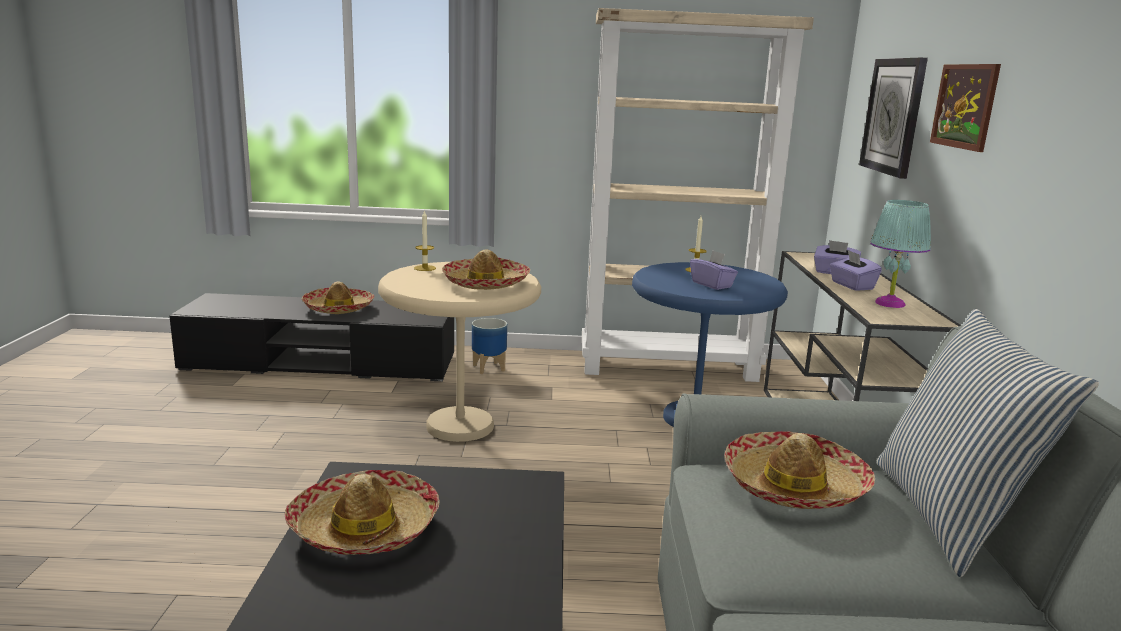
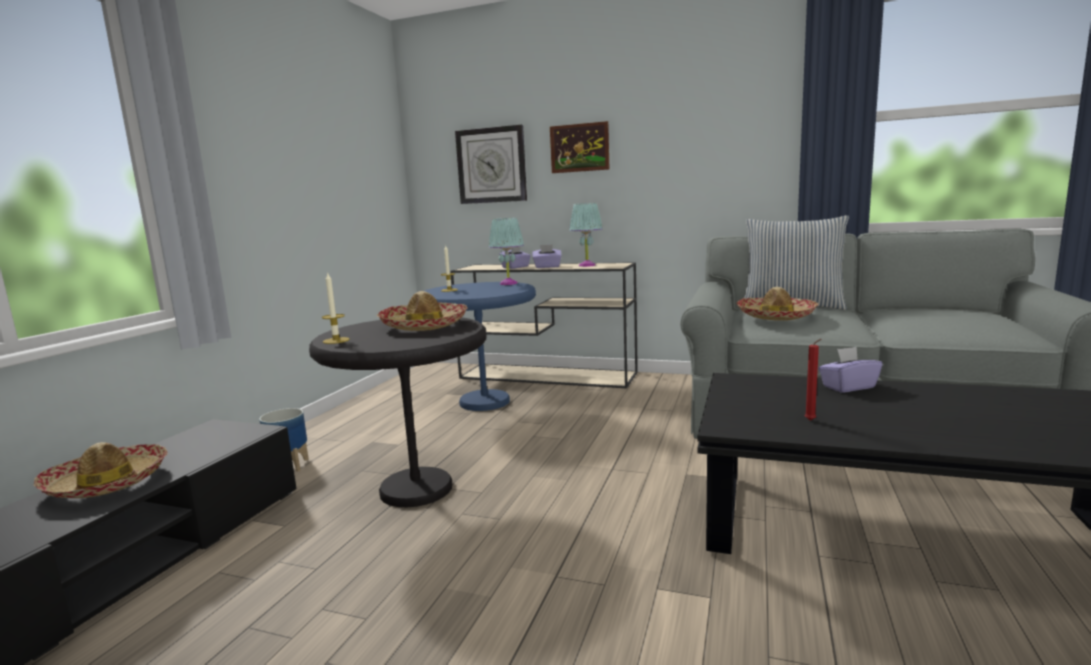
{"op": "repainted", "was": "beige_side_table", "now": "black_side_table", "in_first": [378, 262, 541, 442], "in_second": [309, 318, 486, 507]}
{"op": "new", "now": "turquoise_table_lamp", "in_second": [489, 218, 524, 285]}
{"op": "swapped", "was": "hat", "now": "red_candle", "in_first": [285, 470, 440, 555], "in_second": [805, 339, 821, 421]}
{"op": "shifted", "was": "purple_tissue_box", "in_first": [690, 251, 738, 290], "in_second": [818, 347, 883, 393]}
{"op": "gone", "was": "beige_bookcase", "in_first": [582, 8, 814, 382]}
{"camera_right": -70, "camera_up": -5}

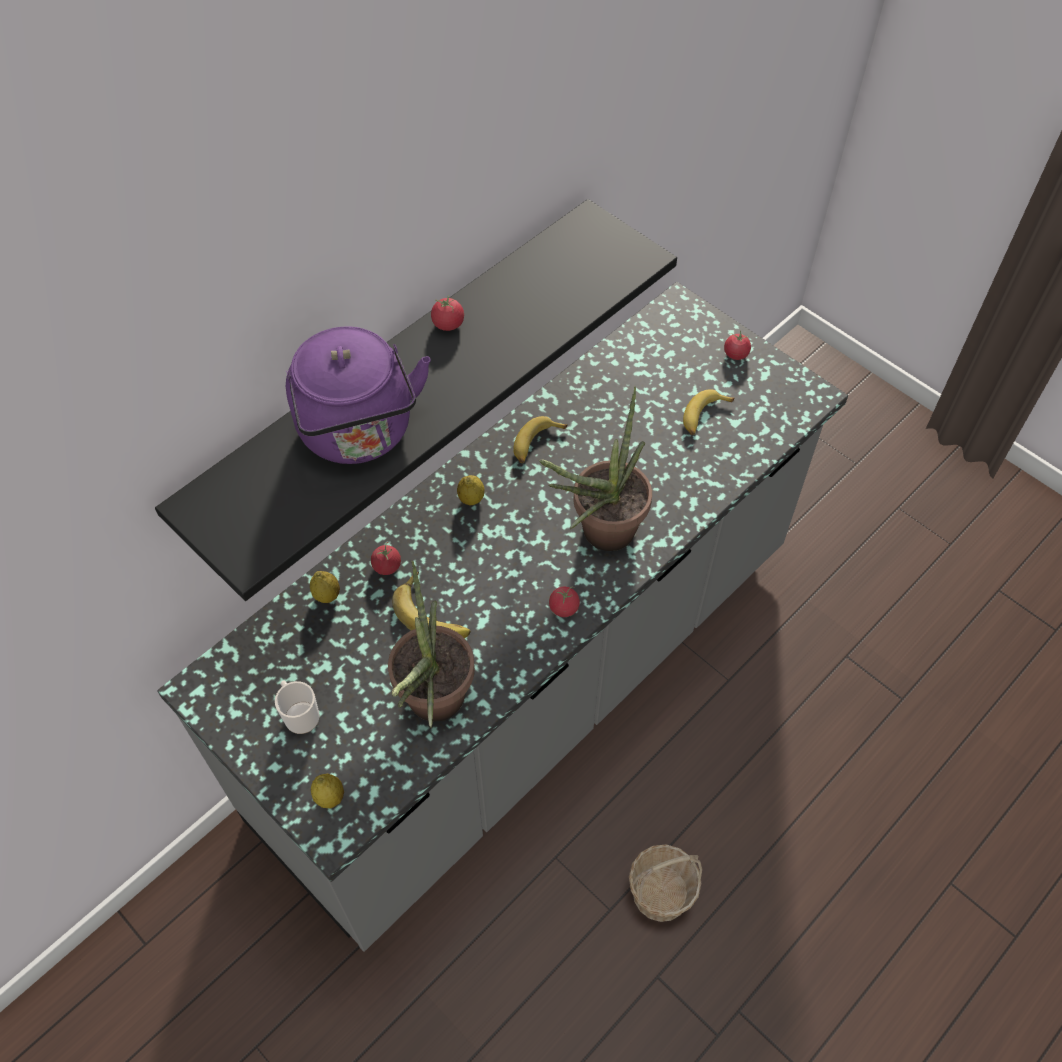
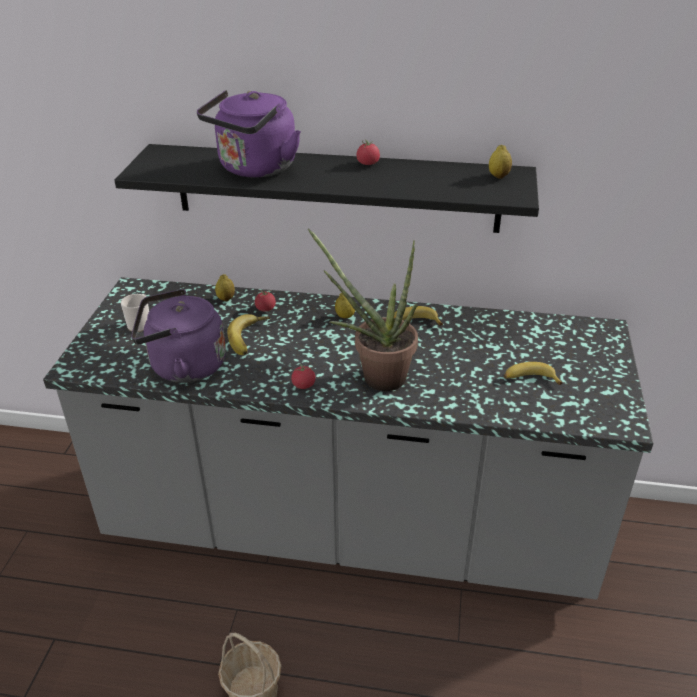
{"op": "swapped", "was": "potted_plant", "now": "purple_kettle", "in_first": [388, 561, 475, 728], "in_second": [131, 289, 226, 383]}
{"op": "shifted", "was": "lemon", "in_first": [311, 774, 344, 808], "in_second": [489, 145, 512, 179]}
{"op": "gone", "was": "tomato", "in_first": [724, 330, 751, 360]}
{"camera_right": 55, "camera_up": -20}

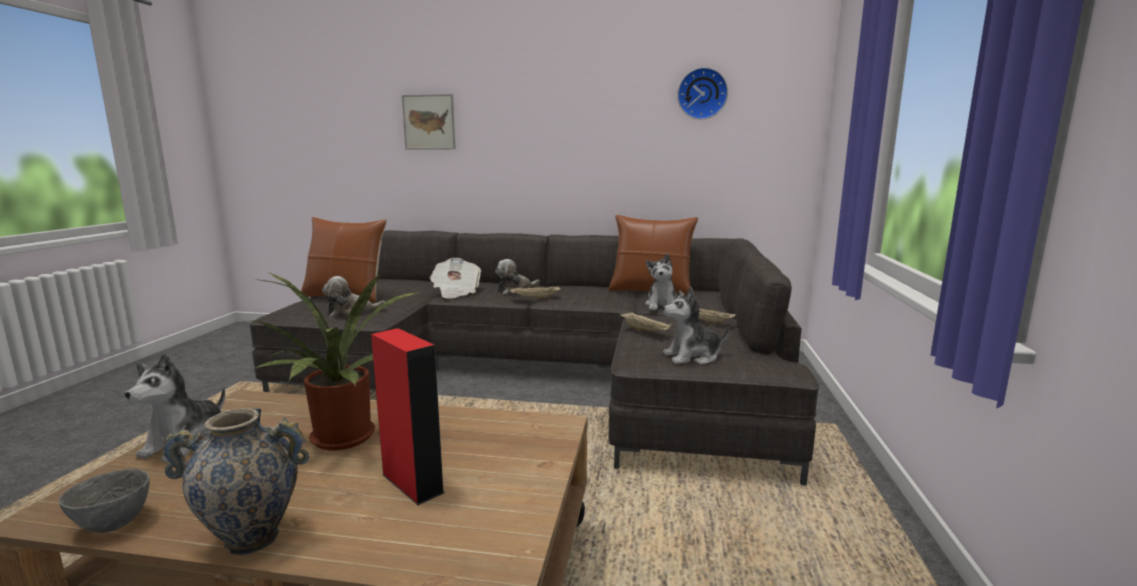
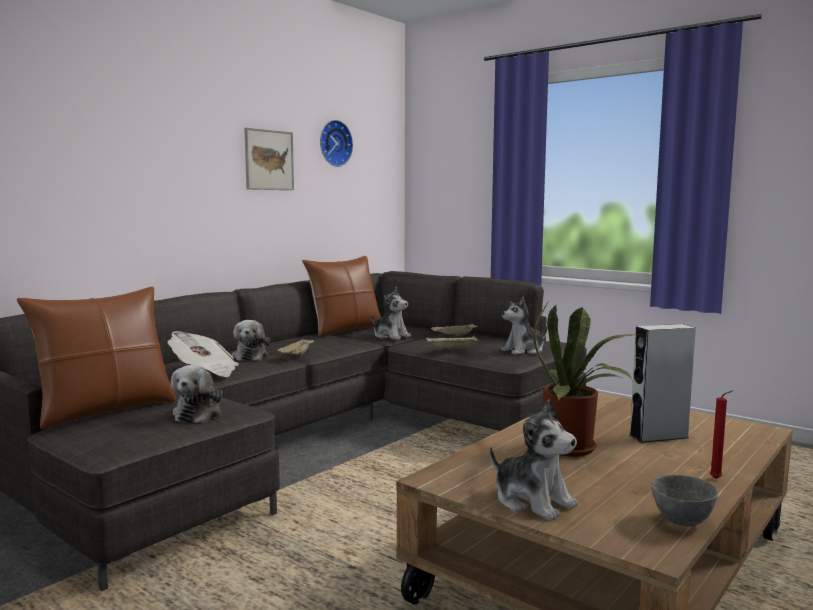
{"op": "shifted", "was": "picture", "in_first": [402, 94, 455, 149], "in_second": [244, 128, 294, 190]}
{"op": "rotated", "was": "plush_toy", "in_first": [663, 287, 729, 365], "in_second": [501, 296, 547, 355], "clockwise": 45}
{"op": "repainted", "was": "red_speaker", "now": "grey_speaker", "in_first": [371, 328, 445, 505], "in_second": [629, 324, 696, 443]}
{"op": "swapped", "was": "vase", "now": "red_candle", "in_first": [162, 408, 309, 555], "in_second": [710, 390, 733, 479]}
{"camera_right": -60, "camera_up": -5}

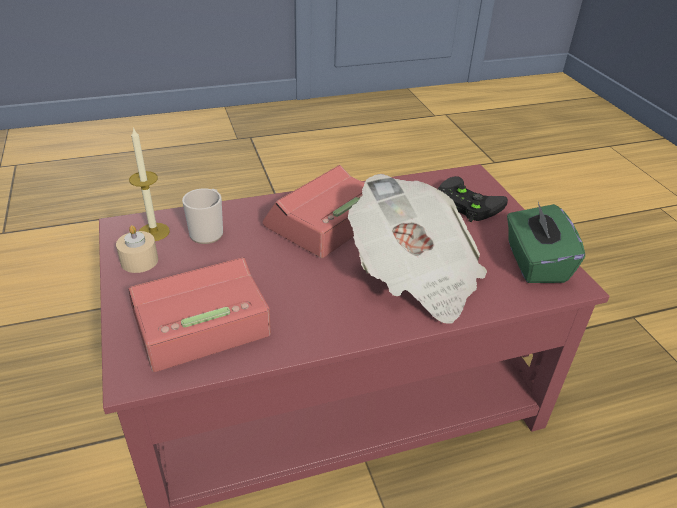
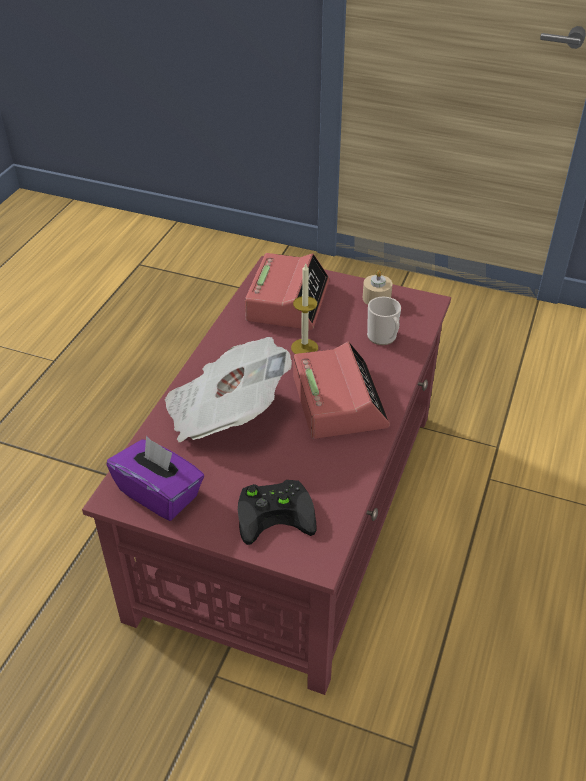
{"op": "repainted", "was": "green_tissue_box", "now": "purple_tissue_box", "in_first": [507, 202, 585, 283], "in_second": [106, 436, 204, 521]}
{"op": "shifted", "was": "candle", "in_first": [129, 127, 170, 241], "in_second": [291, 264, 318, 354]}
{"camera_right": 130, "camera_up": 5}

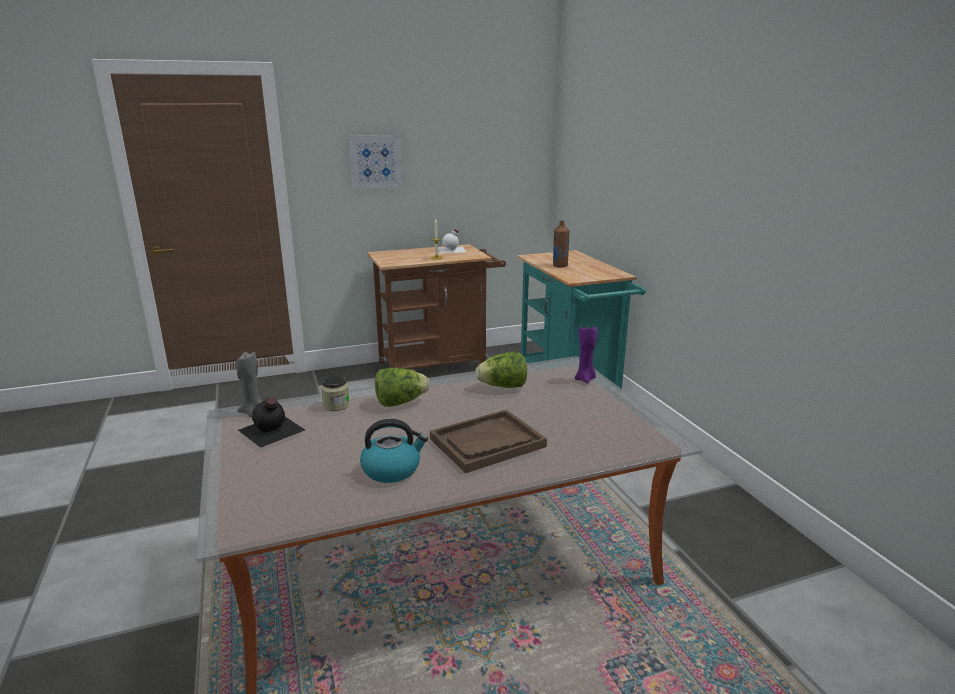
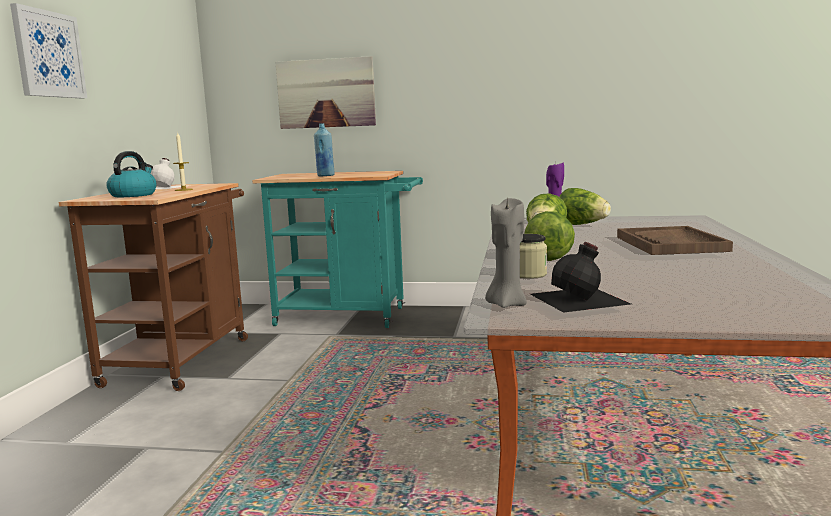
{"op": "shifted", "was": "kettle", "in_first": [360, 419, 428, 483], "in_second": [106, 151, 157, 197]}
{"op": "new", "now": "picture", "in_second": [275, 56, 376, 129]}
{"op": "repainted", "was": "brown_bottle", "now": "blue_bottle", "in_first": [553, 220, 569, 268], "in_second": [314, 123, 335, 176]}
{"op": "new", "now": "lettuce", "in_second": [559, 188, 611, 225]}
{"camera_right": -60, "camera_up": -10}

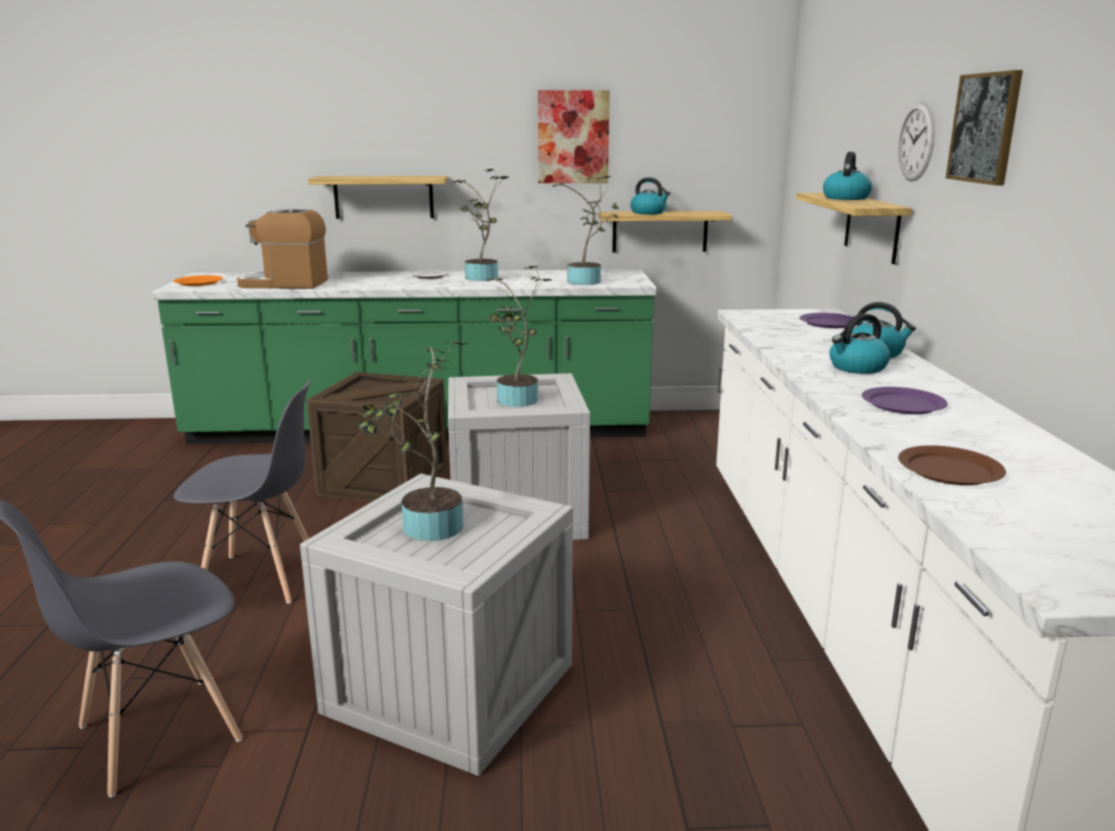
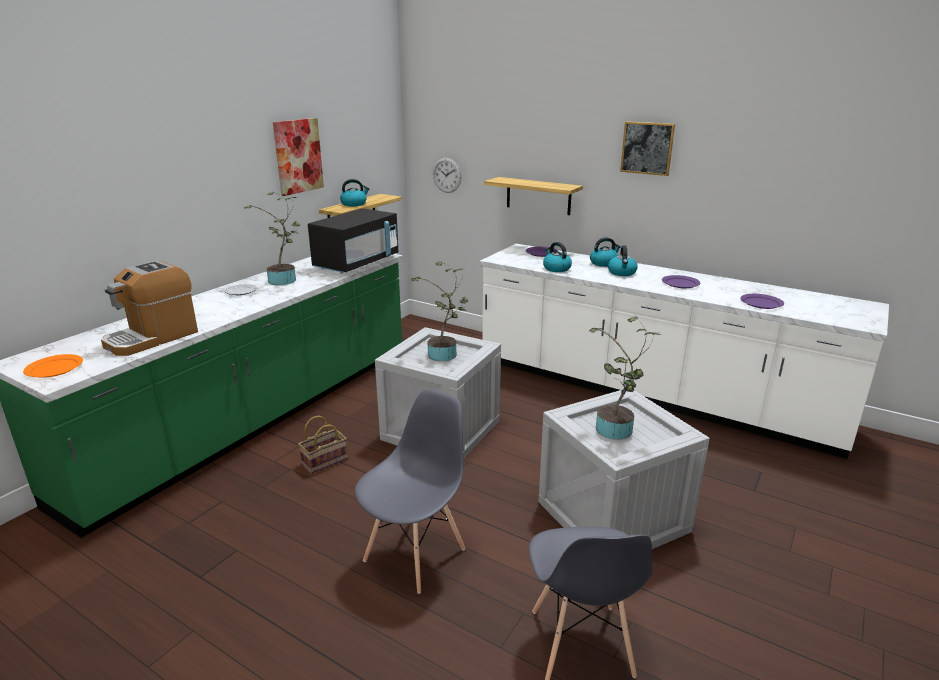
{"op": "swapped", "was": "crate", "now": "basket", "in_first": [306, 372, 448, 502], "in_second": [298, 416, 348, 474]}
{"op": "swapped", "was": "potted_plant", "now": "black_microwave", "in_first": [553, 170, 619, 285], "in_second": [308, 208, 398, 273]}
{"op": "shifted", "was": "wall_clock", "in_first": [898, 102, 935, 181], "in_second": [433, 158, 462, 193]}
{"op": "shifted", "was": "kettle", "in_first": [823, 152, 872, 200], "in_second": [543, 242, 572, 272]}
{"op": "repainted", "was": "brown_plate", "now": "purple_plate", "in_first": [898, 445, 1006, 485], "in_second": [740, 294, 784, 309]}
{"op": "gone", "was": "shelf", "in_first": [308, 176, 448, 219]}
{"camera_right": -55, "camera_up": 5}

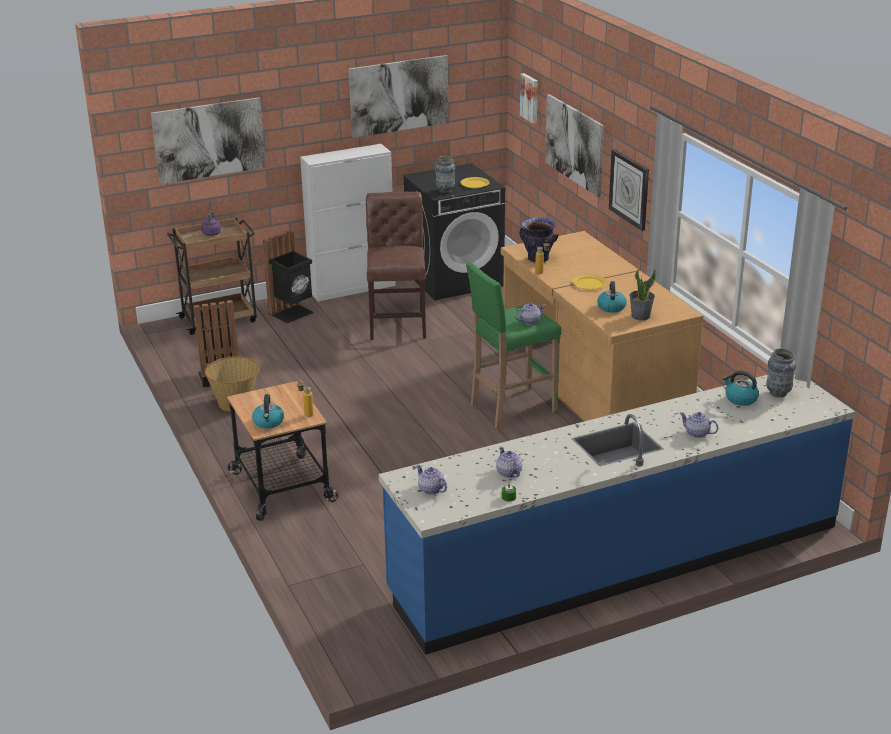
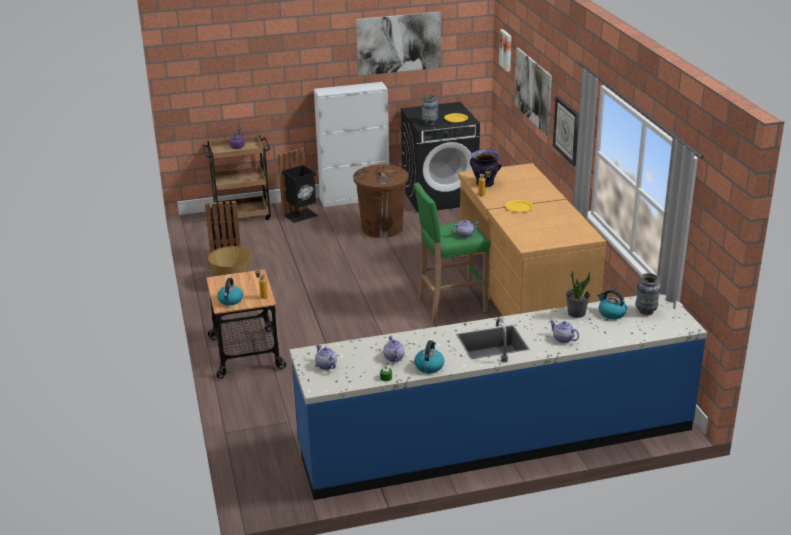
{"op": "swapped", "was": "brown_chair", "now": "brown_trash_can", "in_first": [366, 192, 426, 340], "in_second": [353, 164, 409, 238]}
{"op": "shifted", "was": "kettle", "in_first": [597, 281, 627, 313], "in_second": [414, 340, 444, 373]}
{"op": "shifted", "was": "potted_plant", "in_first": [629, 269, 656, 321], "in_second": [566, 271, 590, 318]}
{"op": "gone", "was": "picture", "in_first": [151, 97, 266, 184]}
{"camera_right": 10, "camera_up": 0}

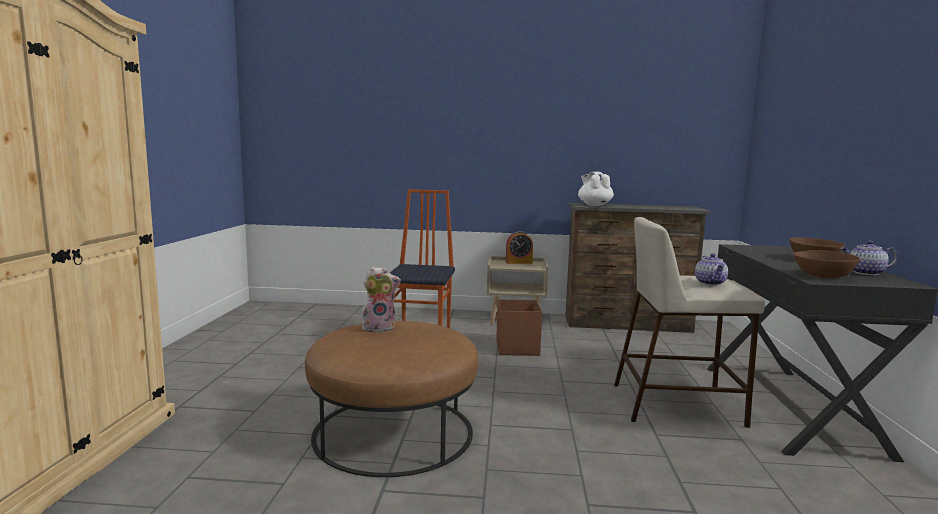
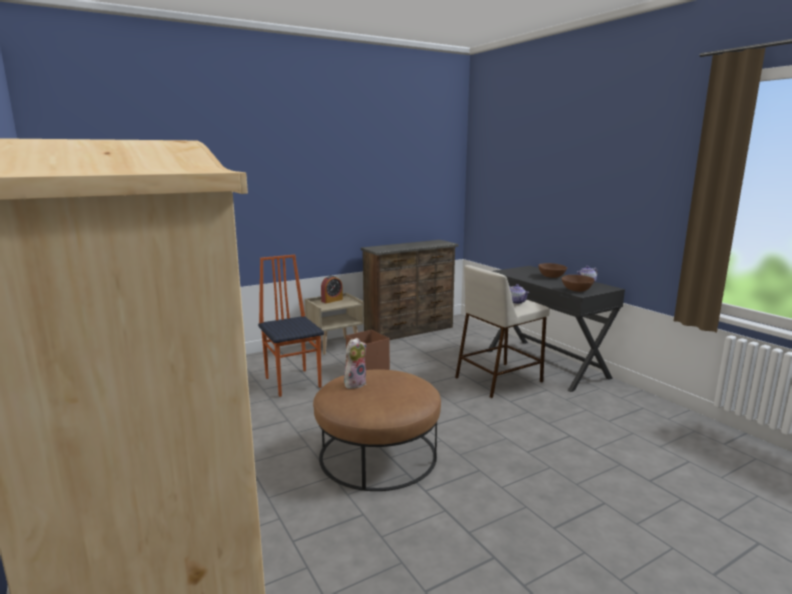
{"op": "gone", "was": "white_teapot", "in_first": [578, 172, 614, 206]}
{"camera_right": -35, "camera_up": 5}

